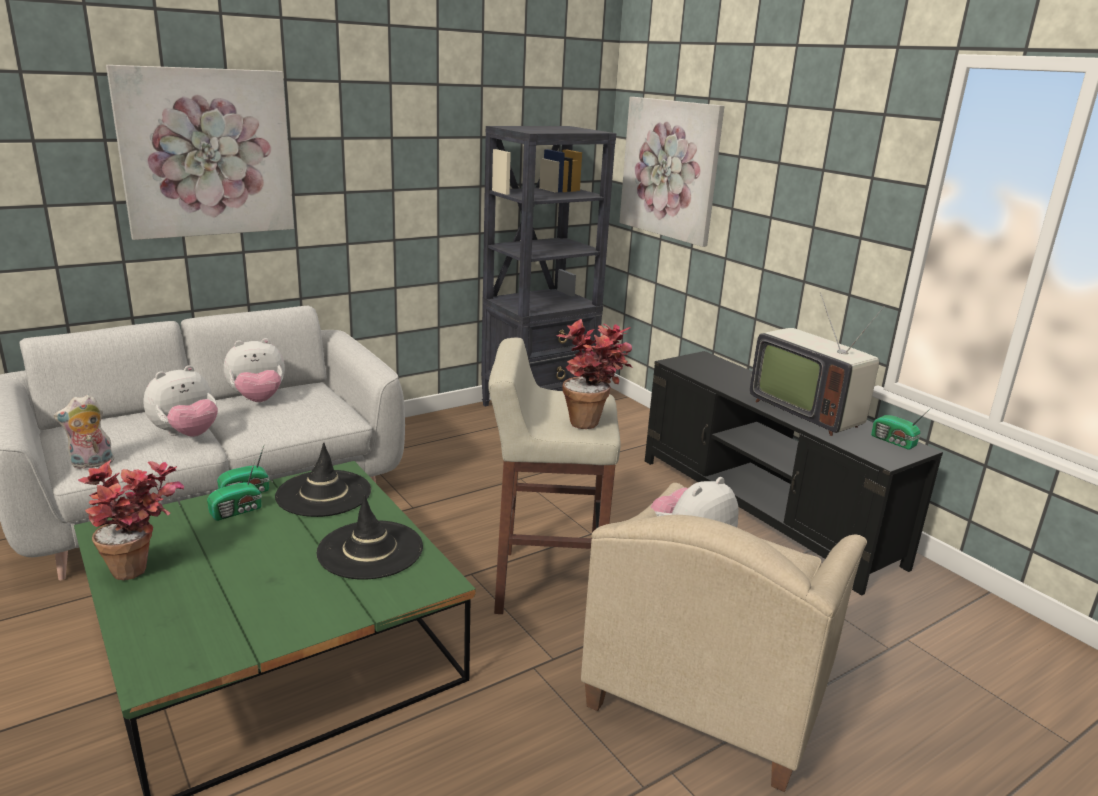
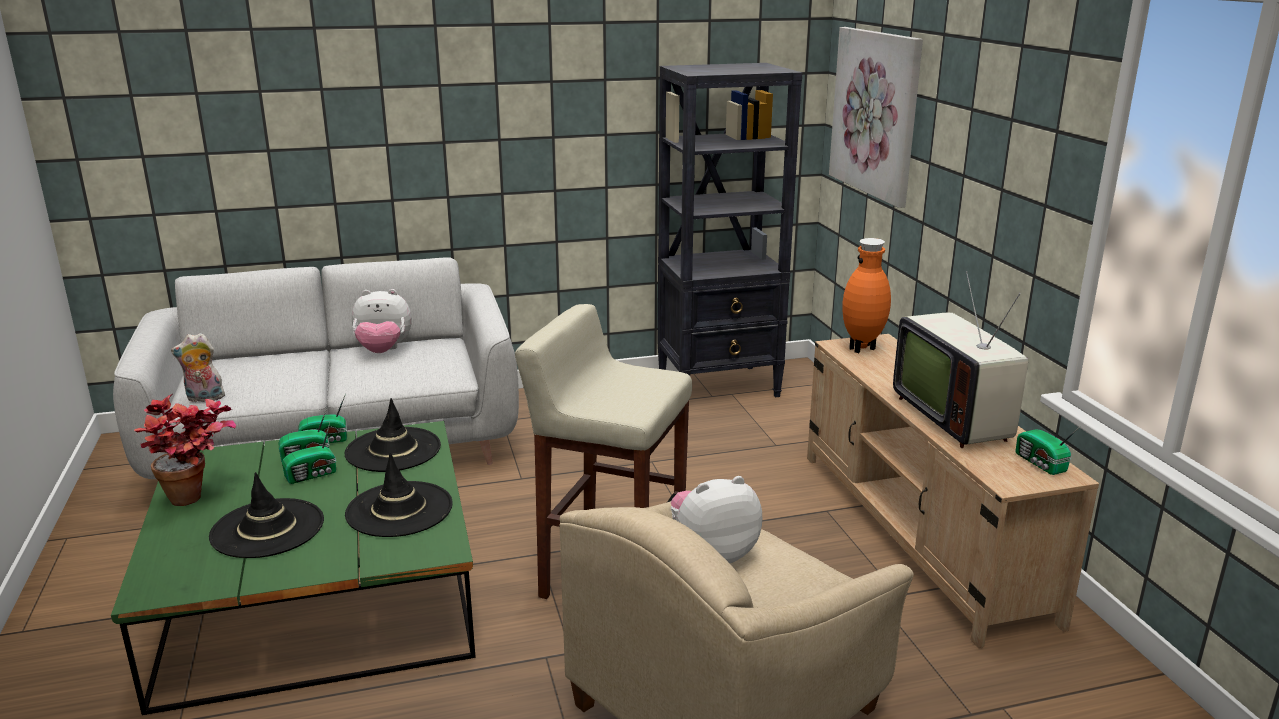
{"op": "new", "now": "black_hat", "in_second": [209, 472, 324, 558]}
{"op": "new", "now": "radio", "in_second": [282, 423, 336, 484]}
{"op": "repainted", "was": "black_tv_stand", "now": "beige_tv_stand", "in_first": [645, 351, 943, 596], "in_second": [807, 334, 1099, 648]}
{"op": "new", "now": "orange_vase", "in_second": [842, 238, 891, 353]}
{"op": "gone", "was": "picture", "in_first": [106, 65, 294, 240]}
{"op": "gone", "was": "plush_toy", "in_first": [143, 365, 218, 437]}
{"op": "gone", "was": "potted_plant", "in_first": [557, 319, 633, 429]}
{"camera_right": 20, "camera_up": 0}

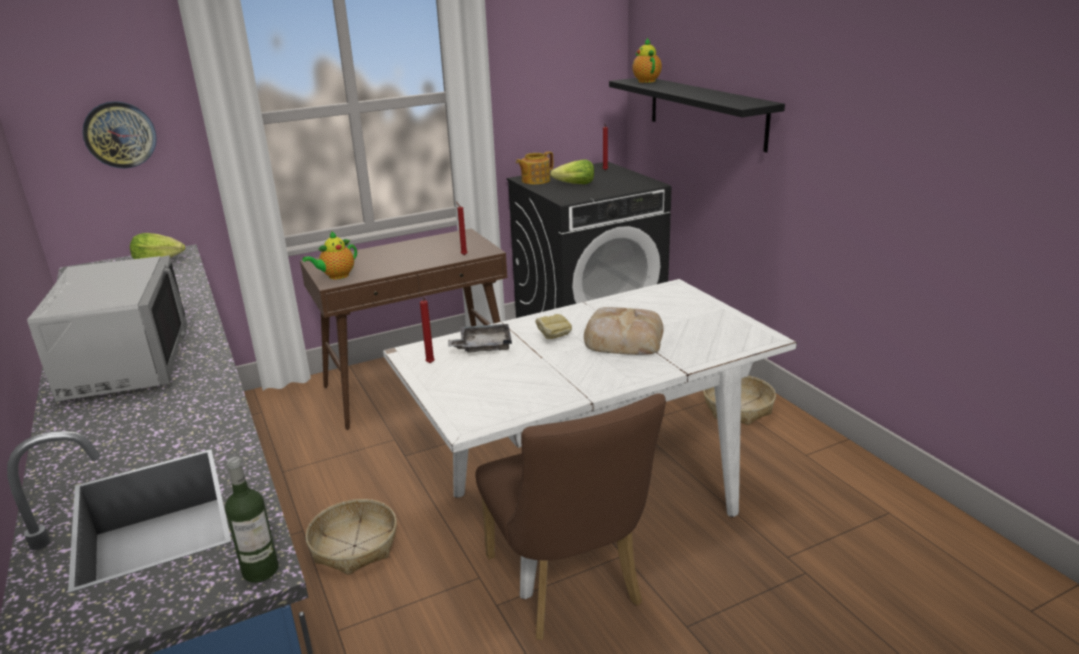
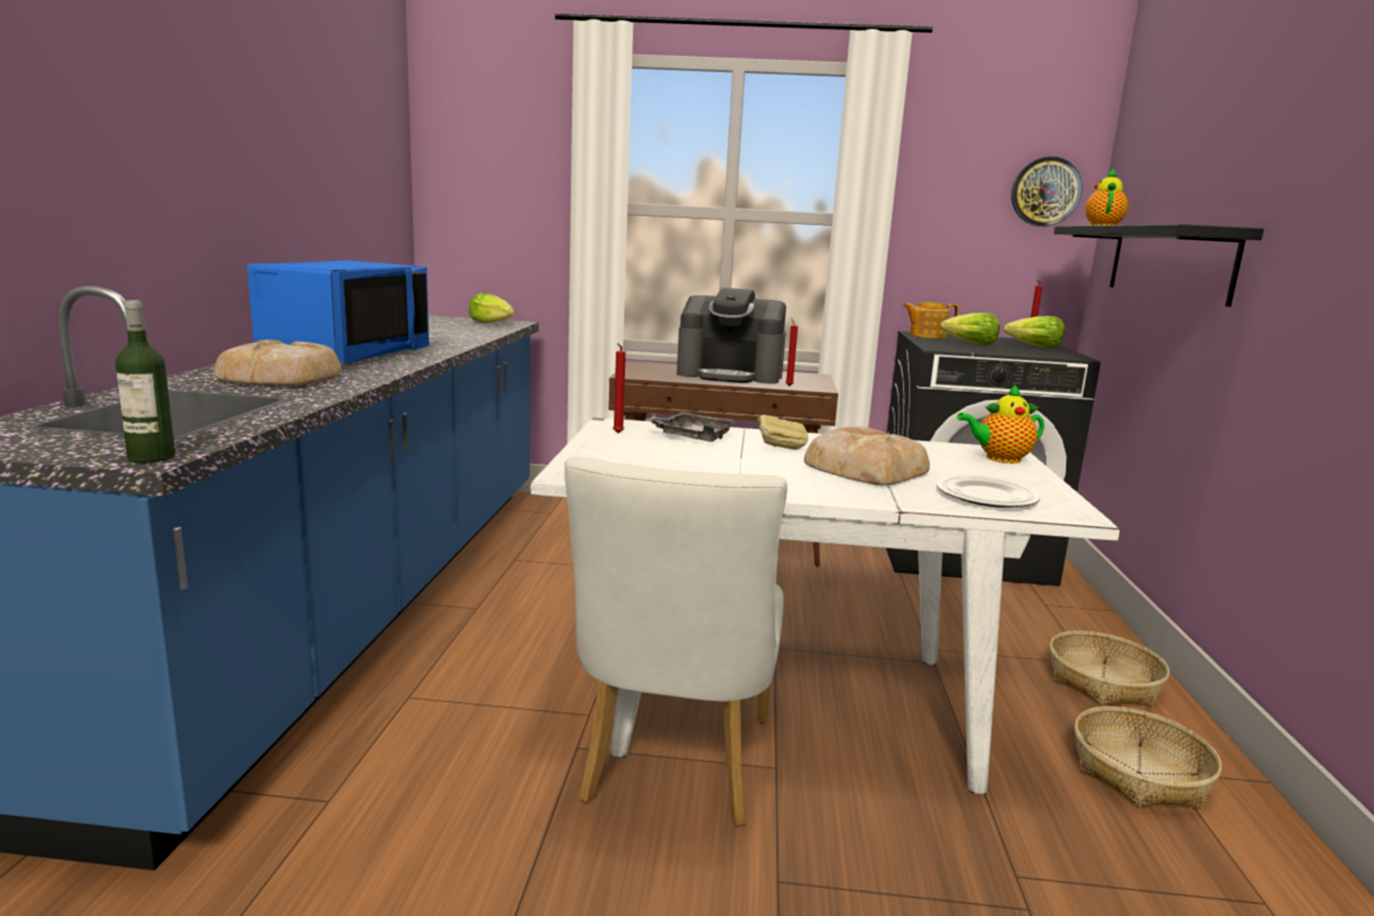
{"op": "new", "now": "bread", "in_second": [213, 340, 342, 385]}
{"op": "repainted", "was": "grey_microwave", "now": "blue_microwave", "in_first": [27, 255, 187, 401], "in_second": [247, 260, 429, 364]}
{"op": "repainted", "was": "brown_chair", "now": "white_chair", "in_first": [475, 393, 666, 640], "in_second": [564, 457, 787, 826]}
{"op": "new", "now": "coffee_machine", "in_second": [677, 288, 786, 384]}
{"op": "new", "now": "plate", "in_second": [937, 476, 1040, 508]}
{"op": "shifted", "was": "teapot", "in_first": [302, 231, 357, 279], "in_second": [957, 383, 1044, 463]}
{"op": "new", "now": "lettuce", "in_second": [1004, 316, 1065, 348]}
{"op": "shifted", "was": "wall_clock", "in_first": [82, 101, 157, 168], "in_second": [1011, 156, 1083, 227]}
{"op": "shifted", "was": "basket", "in_first": [306, 499, 397, 575], "in_second": [1074, 706, 1222, 809]}
{"camera_right": 30, "camera_up": -10}

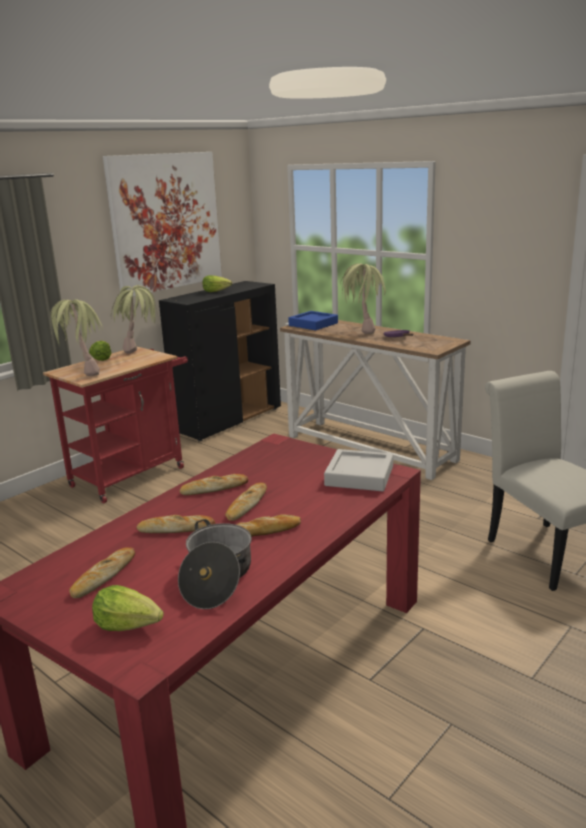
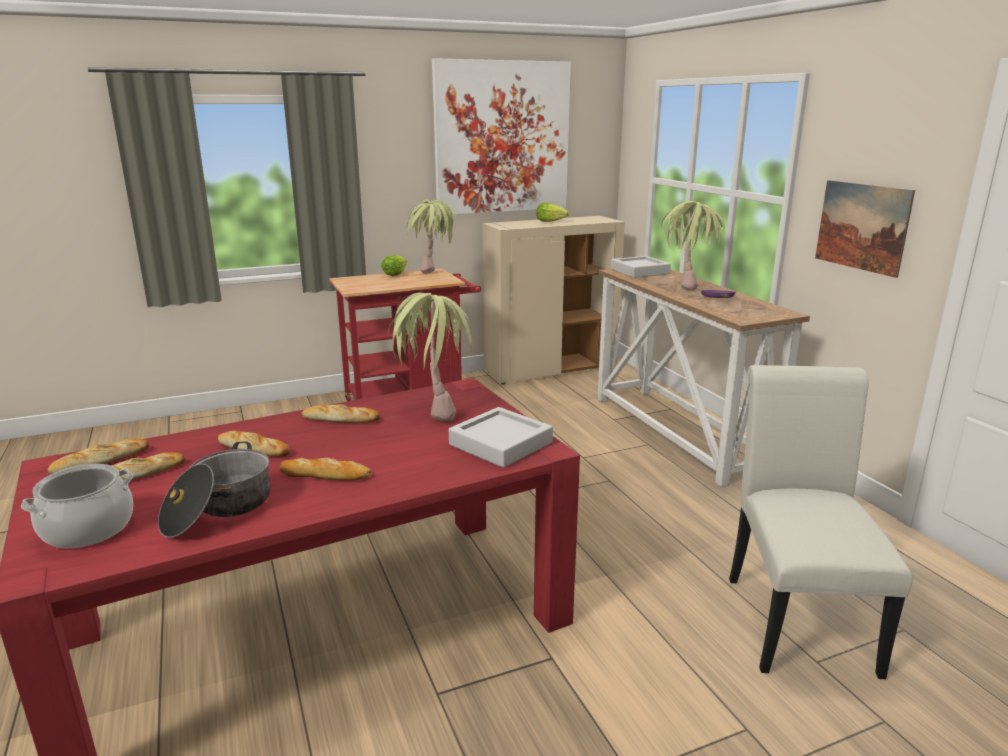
{"op": "swapped", "was": "lettuce", "now": "cooking_pot", "in_first": [92, 585, 164, 631], "in_second": [21, 464, 133, 548]}
{"op": "shifted", "was": "bread", "in_first": [225, 483, 267, 521], "in_second": [48, 439, 149, 474]}
{"op": "shifted", "was": "potted_plant", "in_first": [50, 299, 102, 376], "in_second": [388, 293, 472, 421]}
{"op": "repainted", "was": "black_cabinet", "now": "beige_cabinet", "in_first": [159, 281, 281, 441], "in_second": [482, 216, 625, 384]}
{"op": "repainted", "was": "blue_tray", "now": "grey_tray", "in_first": [288, 311, 338, 330], "in_second": [611, 256, 671, 278]}
{"op": "new", "now": "picture", "in_second": [815, 180, 915, 278]}
{"camera_right": 25, "camera_up": 0}

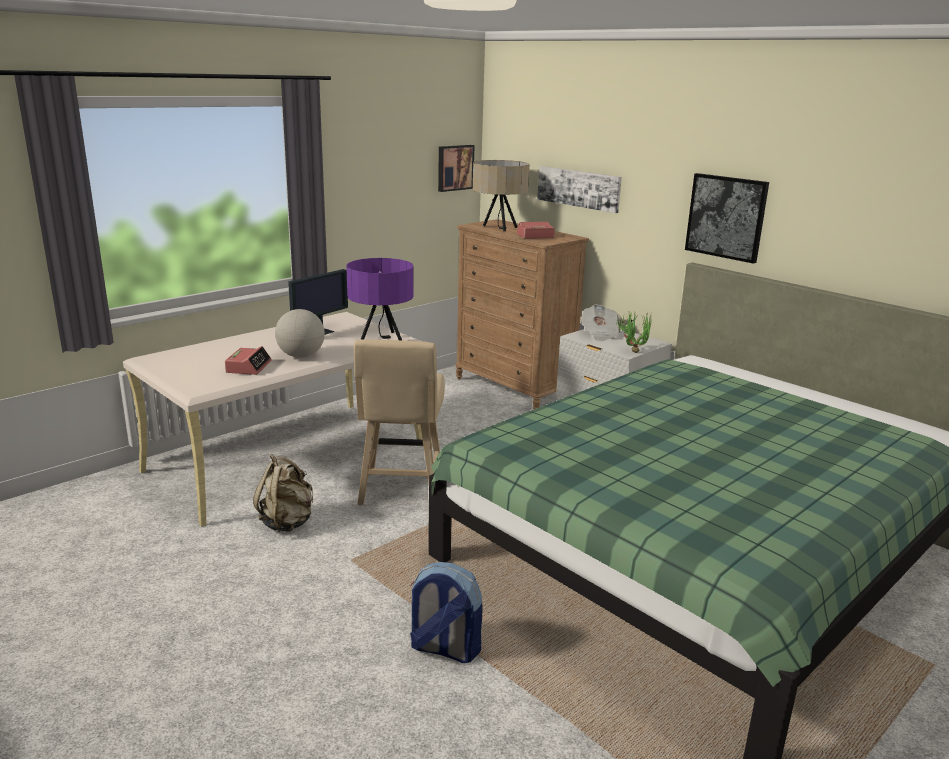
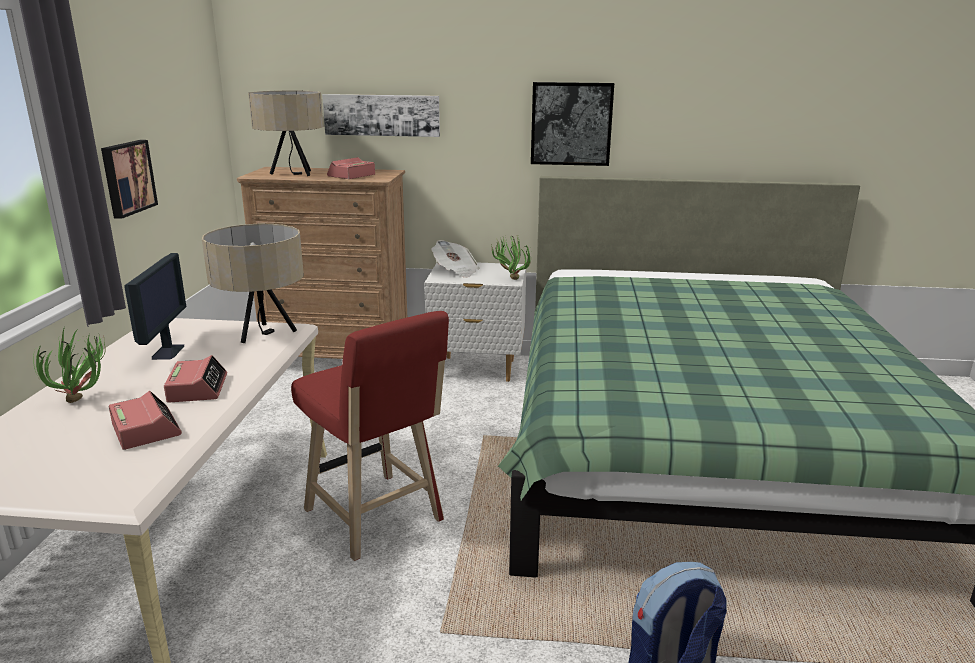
{"op": "new", "now": "potted_plant", "in_second": [33, 327, 106, 403]}
{"op": "shifted", "was": "picture", "in_first": [438, 145, 475, 192], "in_second": [101, 140, 158, 219]}
{"op": "swapped", "was": "globe", "now": "alarm_clock", "in_first": [275, 309, 325, 358], "in_second": [164, 355, 227, 403]}
{"op": "repainted", "was": "purple_table_lamp", "now": "beige_table_lamp", "in_first": [346, 258, 414, 340], "in_second": [202, 224, 304, 343]}
{"op": "repainted", "was": "beige_stool", "now": "red_stool", "in_first": [354, 340, 445, 506], "in_second": [291, 311, 449, 561]}
{"op": "gone", "was": "beige_backpack", "in_first": [253, 454, 313, 532]}
{"camera_right": -40, "camera_up": 0}

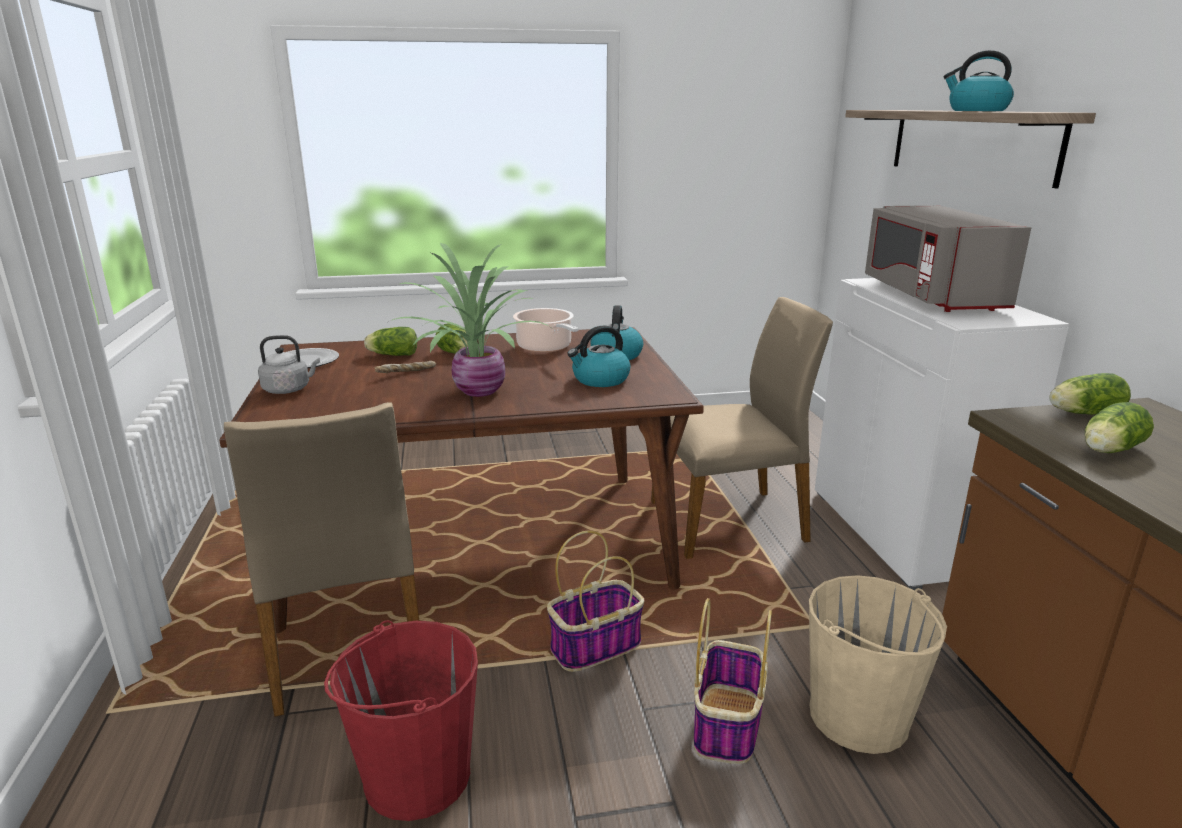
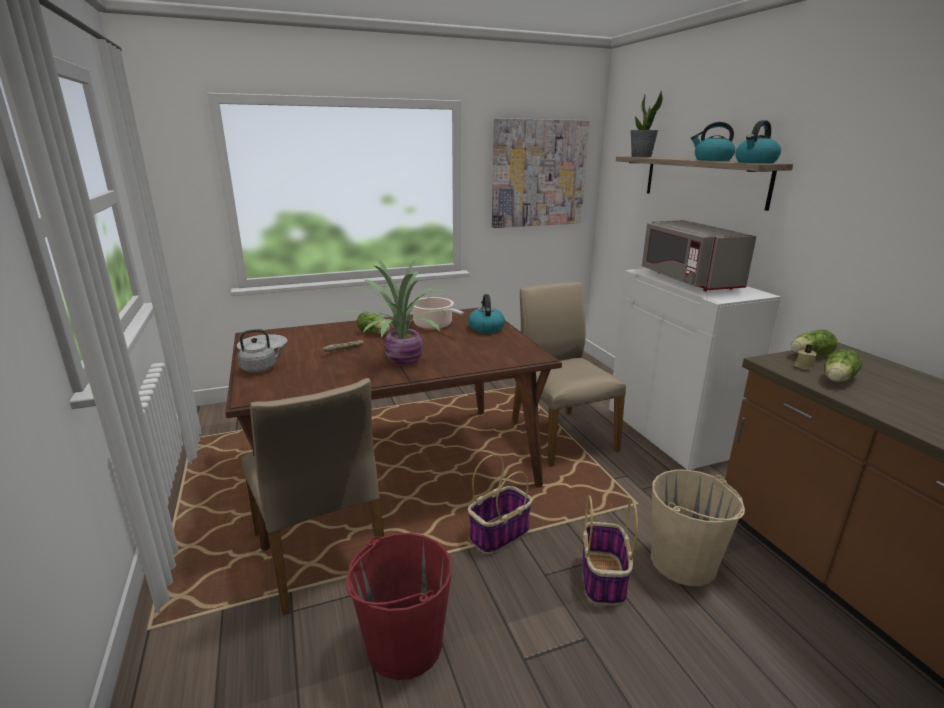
{"op": "new", "now": "picture", "in_second": [492, 118, 589, 228]}
{"op": "rotated", "was": "beige_chair", "in_first": [651, 297, 833, 559], "in_second": [511, 282, 626, 467], "clockwise": -90}
{"op": "new", "now": "potted_plant", "in_second": [630, 91, 663, 157]}
{"op": "shifted", "was": "kettle", "in_first": [567, 325, 631, 387], "in_second": [735, 120, 781, 163]}
{"op": "new", "now": "beige_candle", "in_second": [794, 344, 817, 370]}
{"op": "gone", "was": "lettuce", "in_first": [364, 327, 417, 356]}
{"camera_right": -10, "camera_up": 0}

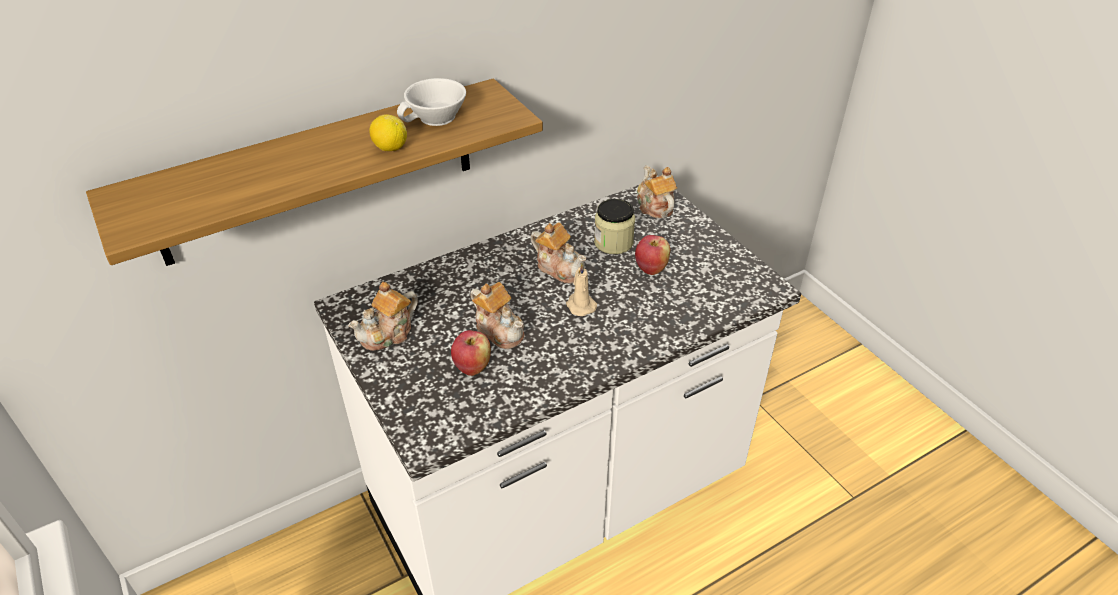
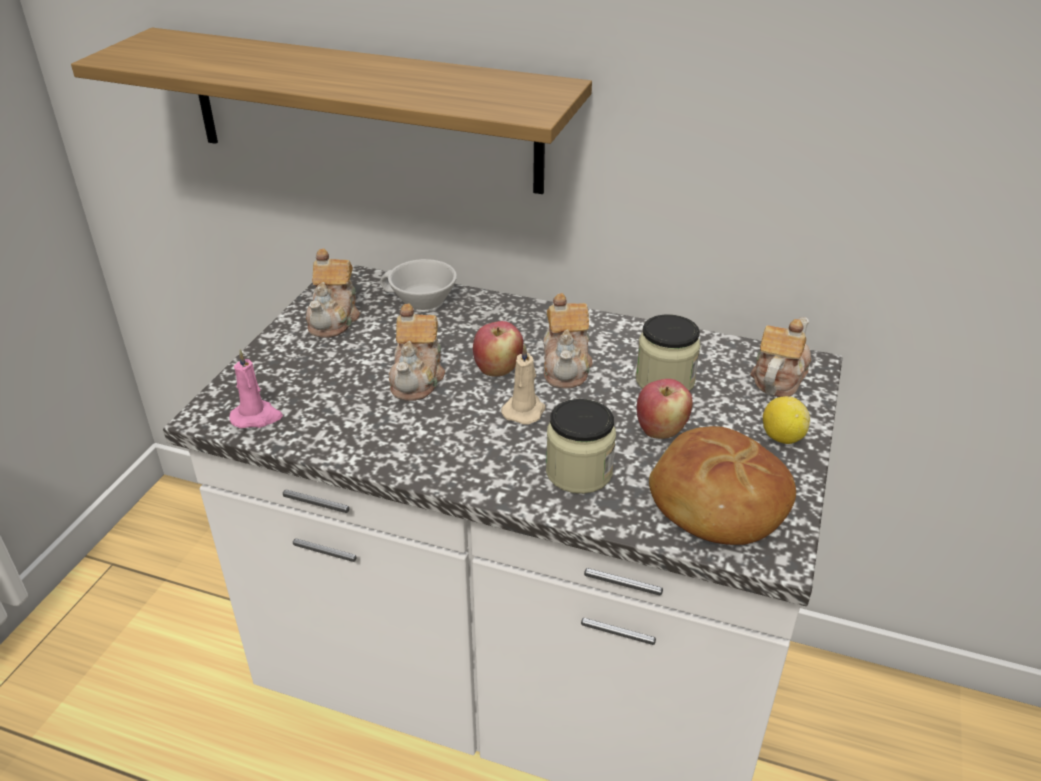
{"op": "new", "now": "pink_candle", "in_second": [229, 349, 283, 428]}
{"op": "rotated", "was": "teapot", "in_first": [348, 282, 418, 351], "in_second": [306, 249, 361, 338], "clockwise": -90}
{"op": "shifted", "was": "white_cup", "in_first": [397, 78, 466, 126], "in_second": [380, 259, 457, 312]}
{"op": "shifted", "was": "apple", "in_first": [451, 330, 491, 376], "in_second": [473, 321, 523, 377]}
{"op": "new", "now": "jar", "in_second": [546, 399, 616, 494]}
{"op": "new", "now": "bread", "in_second": [649, 426, 796, 545]}
{"op": "shifted", "was": "lemon", "in_first": [369, 114, 407, 151], "in_second": [763, 396, 810, 444]}
{"camera_right": 50, "camera_up": -5}

